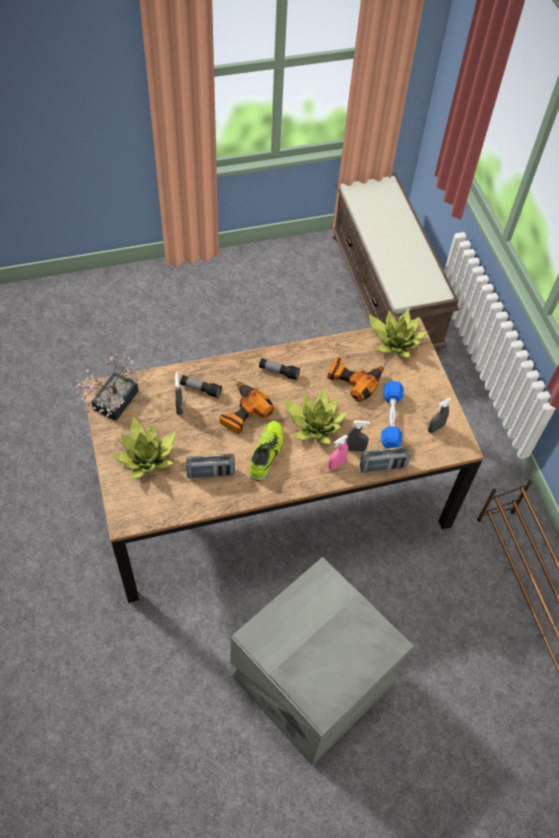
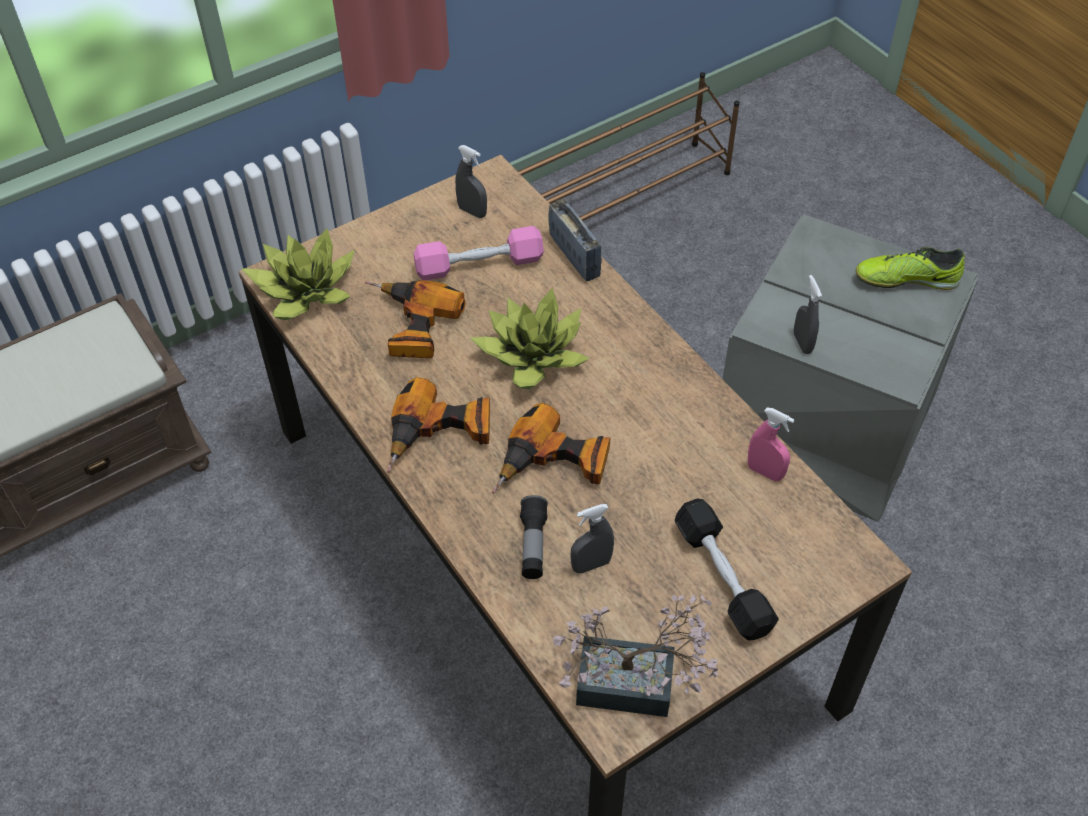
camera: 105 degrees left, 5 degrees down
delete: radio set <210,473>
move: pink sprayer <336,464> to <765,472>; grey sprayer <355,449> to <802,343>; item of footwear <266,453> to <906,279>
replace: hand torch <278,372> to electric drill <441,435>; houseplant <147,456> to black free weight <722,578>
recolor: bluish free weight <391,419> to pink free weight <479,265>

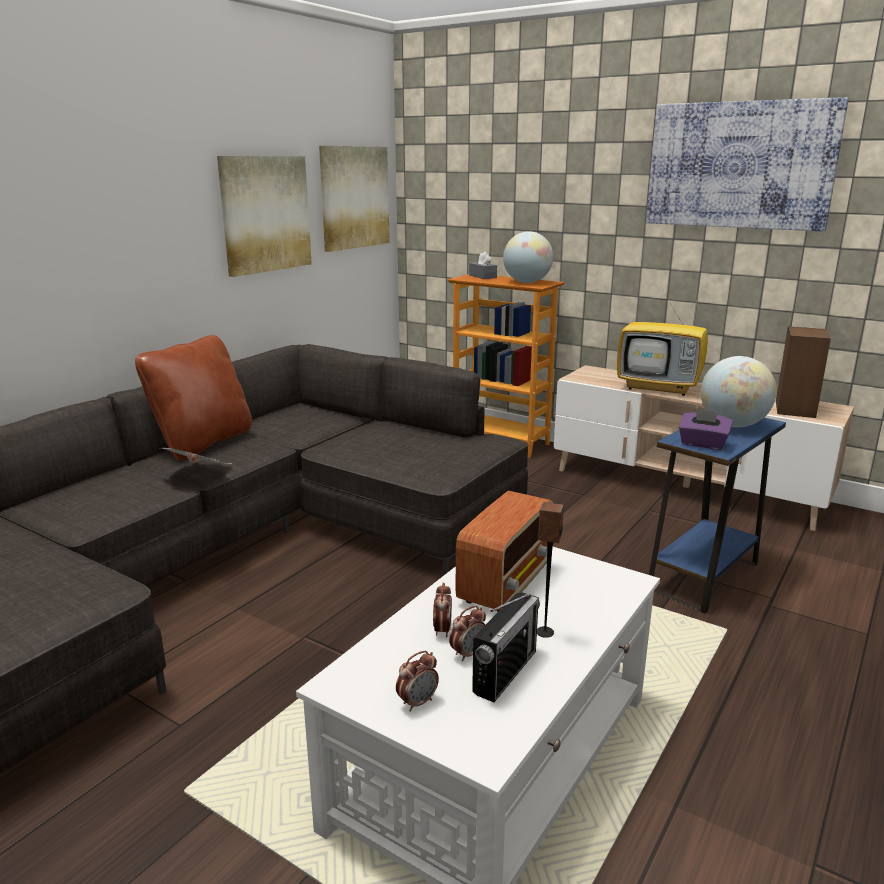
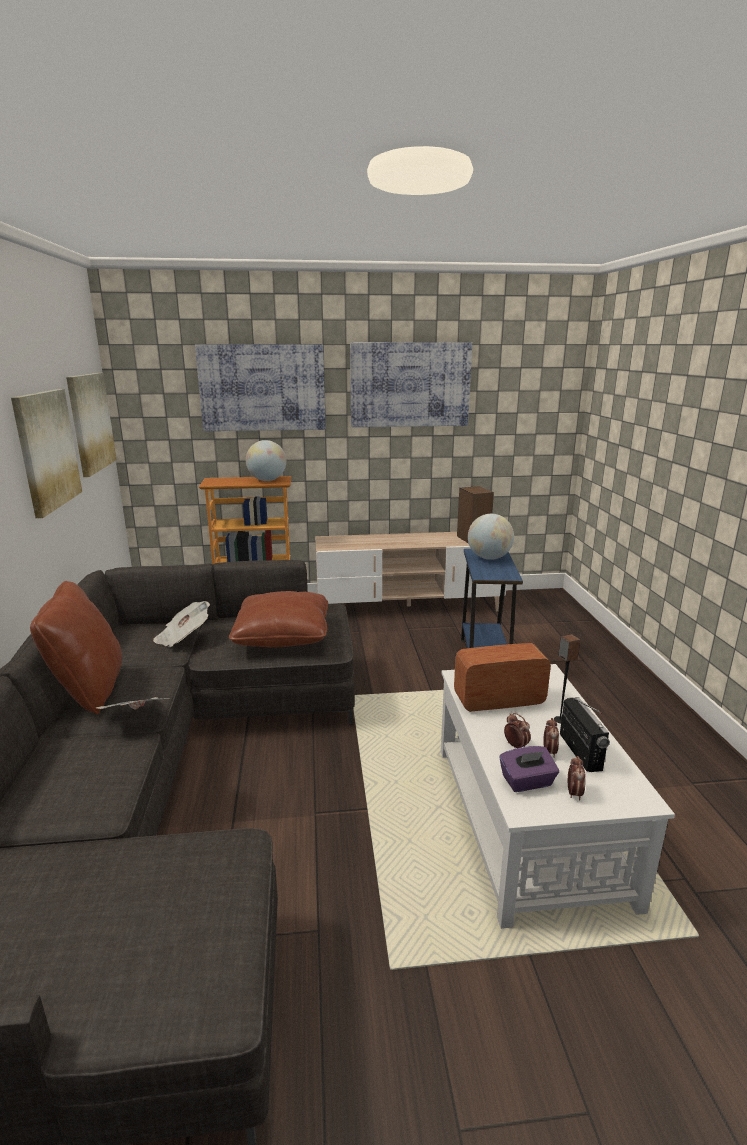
camera: 40 degrees left, 0 degrees up
delete: grey tissue holder <482,276>; television <660,388>
insert: printed paper <183,637>; picture <262,387>; brownish pillow <283,635>
move: purplish tissue holder <703,444> to <527,782>
rotate: radio set <506,583> = <497,701> 90 degrees counterclockwise

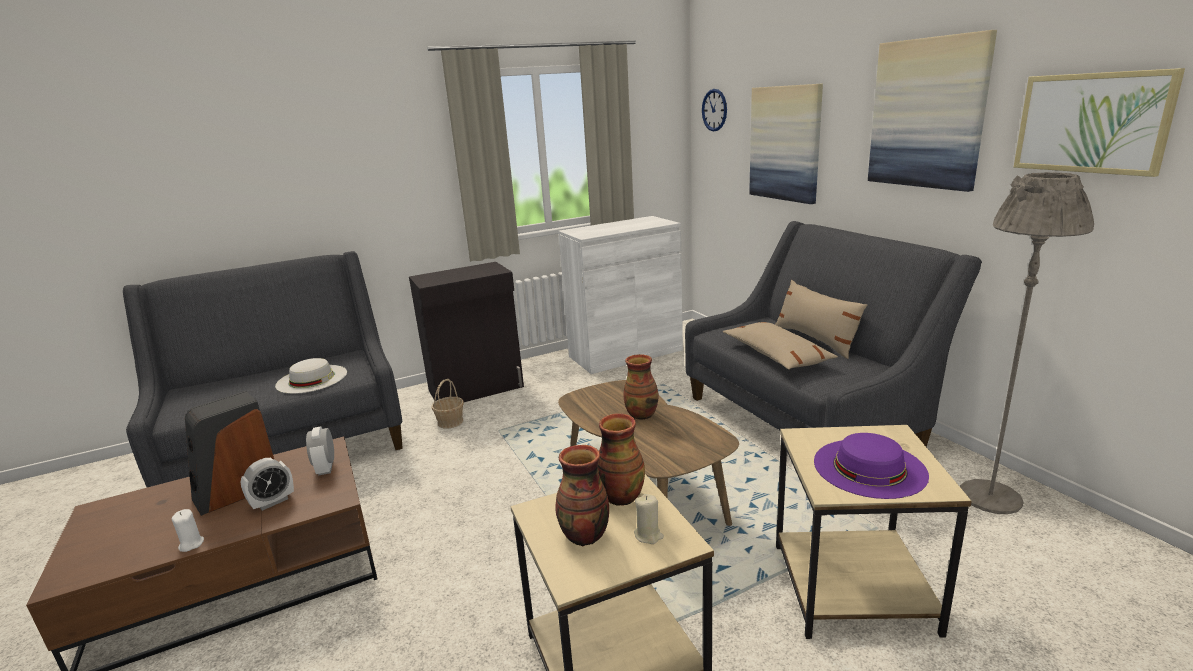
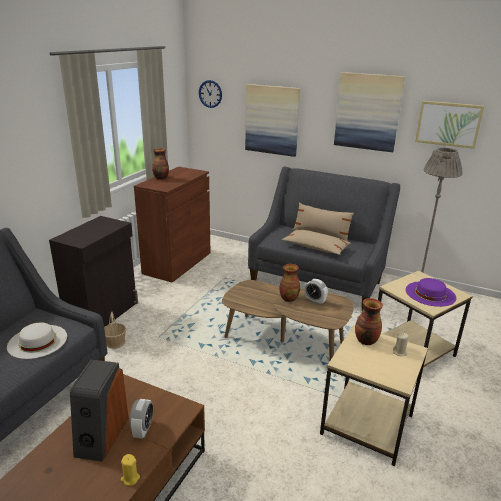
camera: 40 degrees left, 5 degrees up
move: decorative vase <584,536> to <161,178>; table clock <326,468> to <315,301>
recolor: white wax light <191,544> to yellow-coloured wax light <130,478>; white cabinet <625,353> to brownish cabinet <177,263>

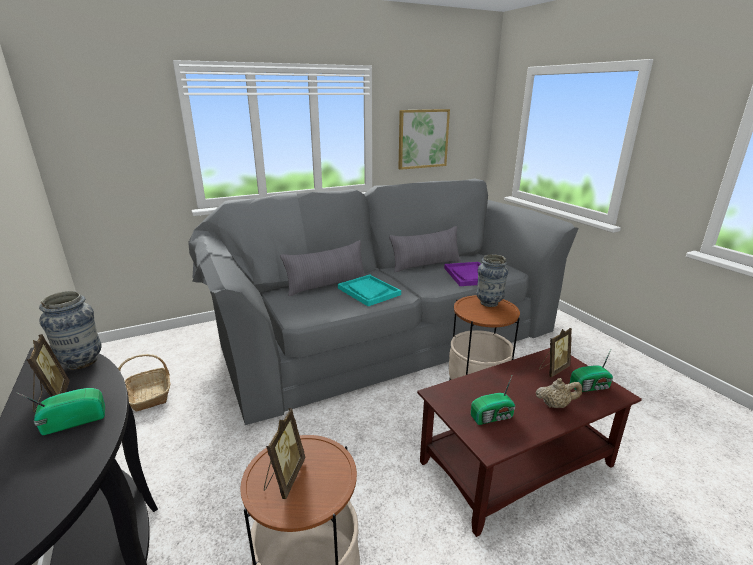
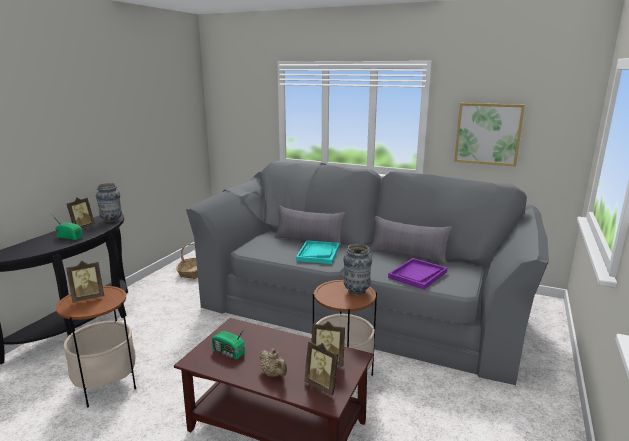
camera: 50 degrees right, 5 degrees down
replace: radio set <591,387> to standing frame <323,385>

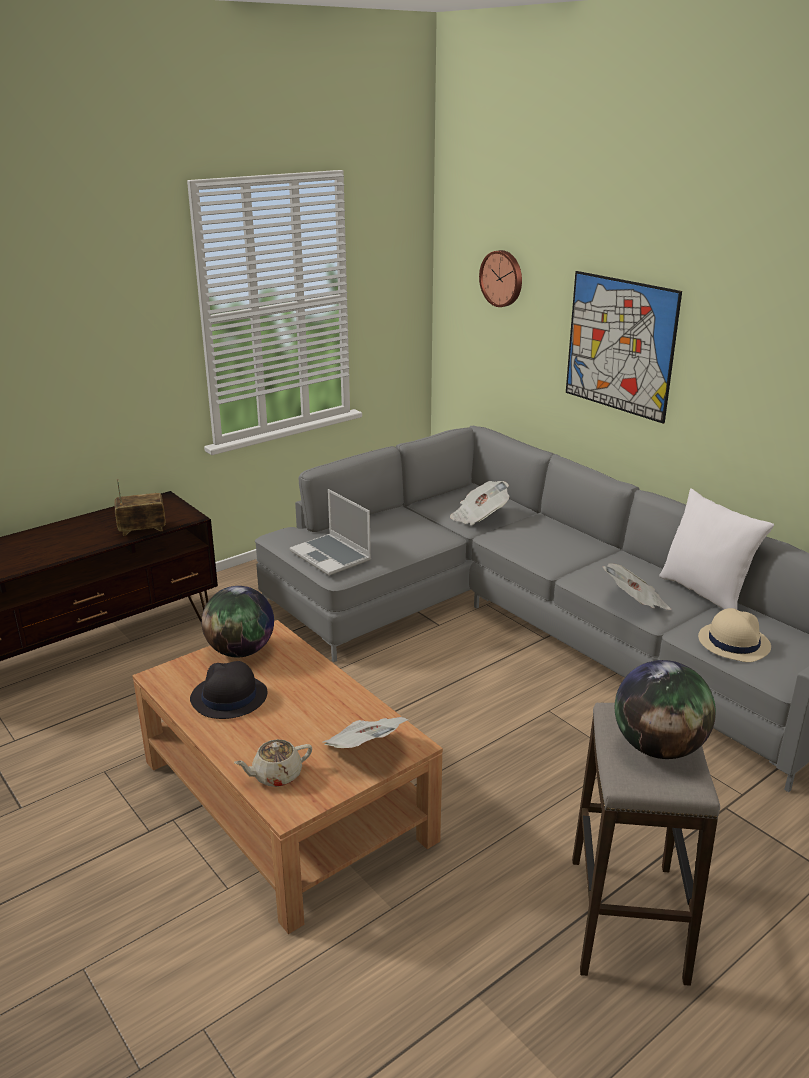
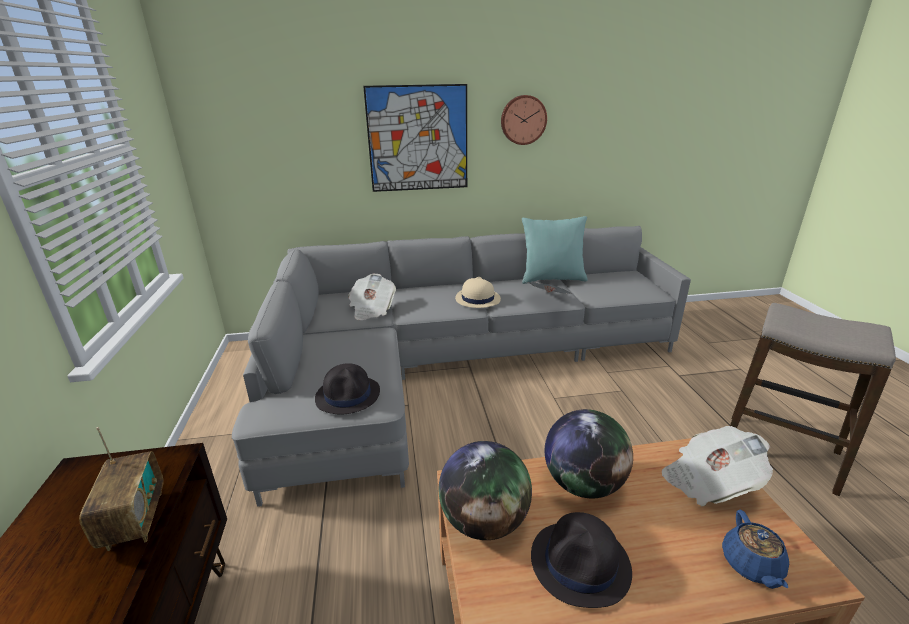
camera: 60 degrees left, 0 degrees up
move: beige-coloured clothing hat <733,642> to <477,299>; hanging clock <502,278> to <523,120>; globe <658,747> to <583,483>
replace: portable computer <332,556> to black clothing hat <348,395>
recolor: white pillow <705,593> to turquoise pillow <552,279>; beige-coloured teapot <276,775> to bluish teapot <751,565>
rotate: radio set <142,529> = <135,520> 150 degrees clockwise

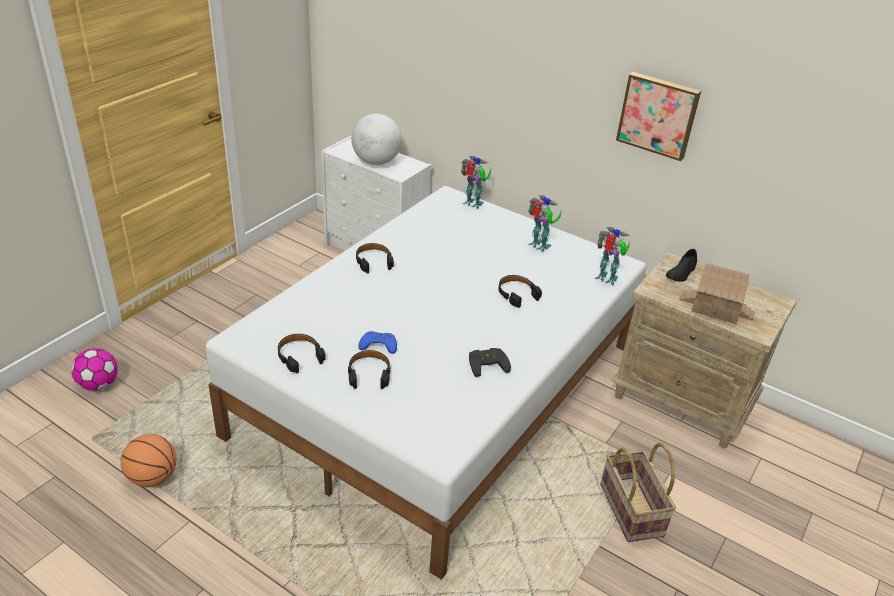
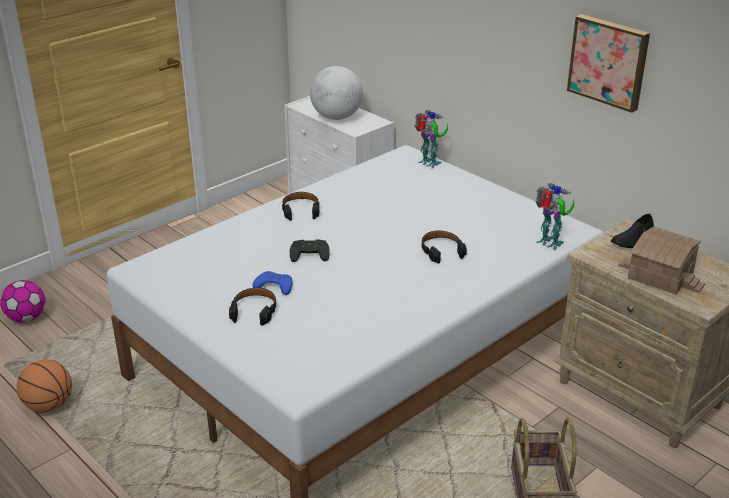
camera: 15 degrees right, 5 degrees down
delete: black headphones <299,356>; robot figure <539,247>
move: black joypad <487,363> to <310,252>

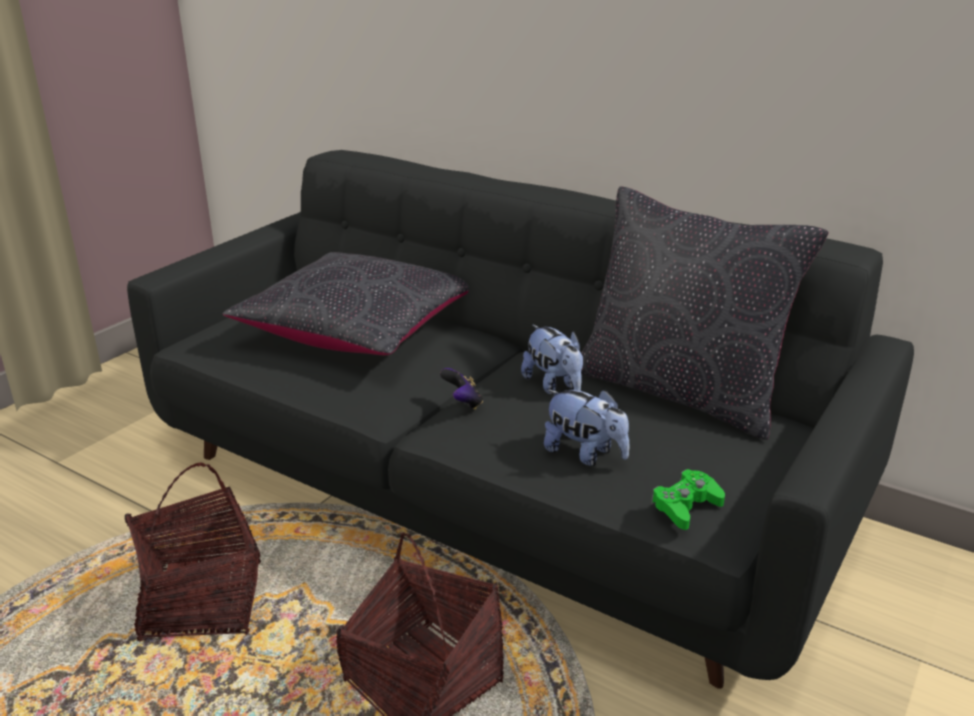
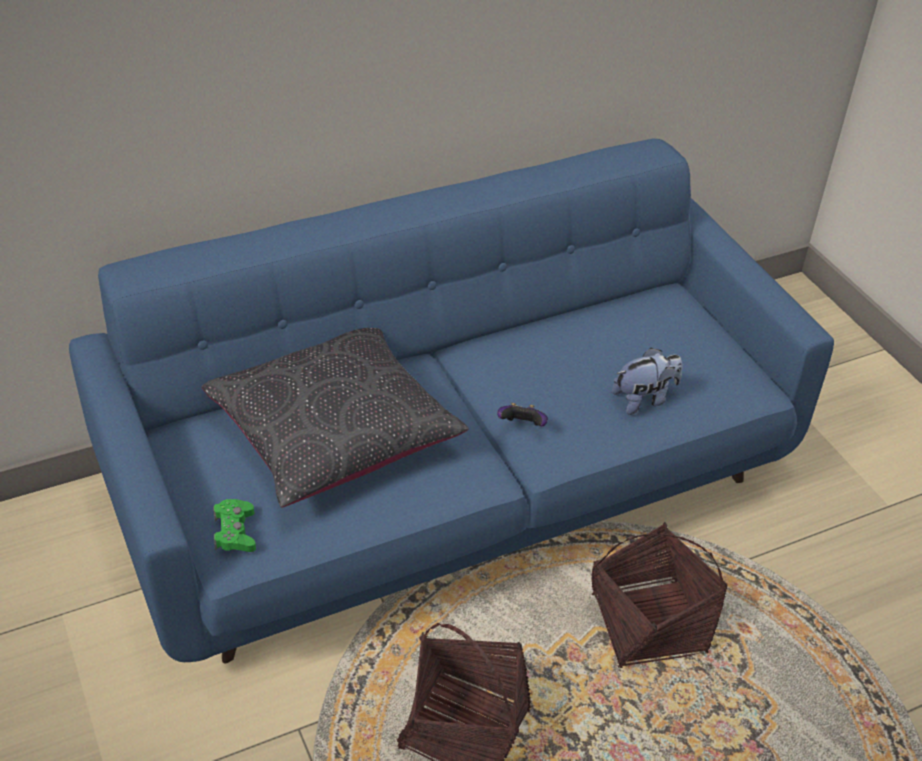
camera: 60 degrees left, 15 degrees up
delete: plush toy <554,386>; black pillow <679,391>
move: green-coloured joypad <686,506> to <235,532>
recolor: black couch <489,490> to bluish couch <456,484>

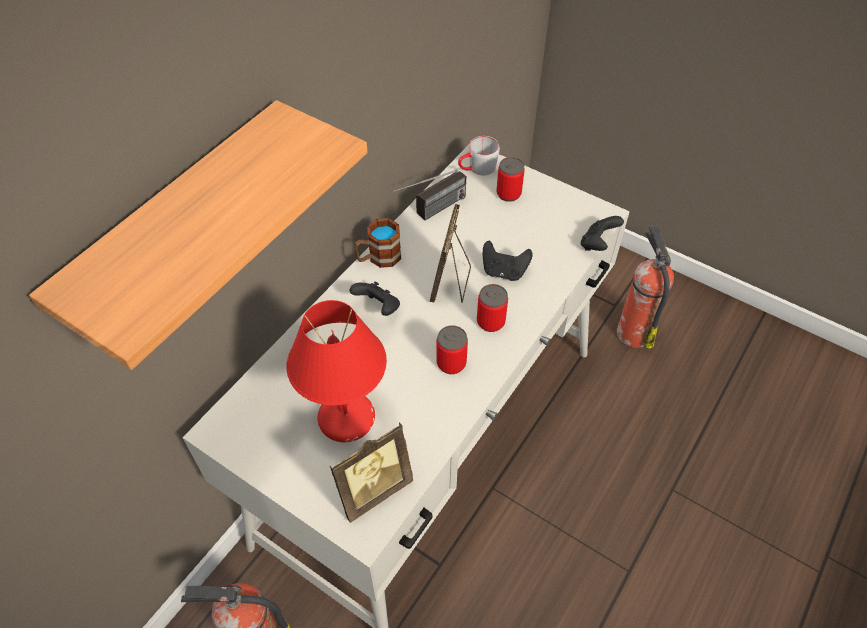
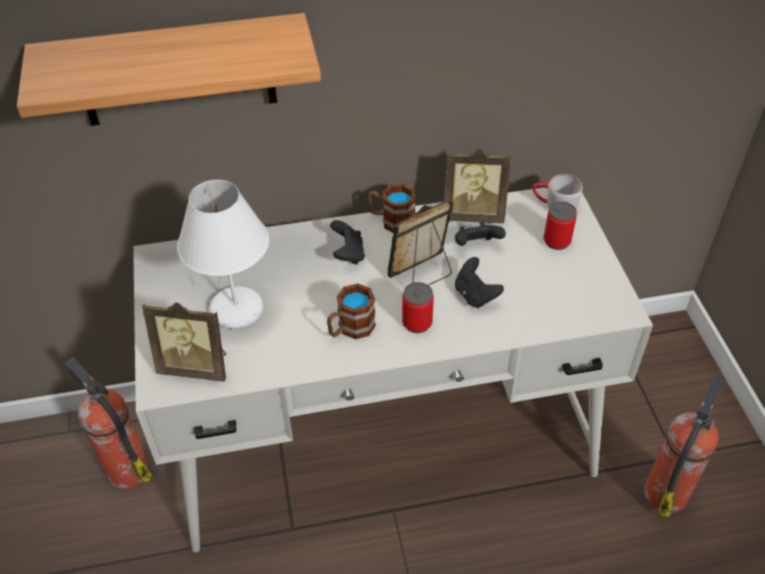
camera: 45 degrees right, 5 degrees down
move: black joypad <597,244> to <476,246>
replace: metal can <451,363> to tea mug <350,329>; radio set <431,212> to standing frame <473,214>
recolor: red tabletop lamp <347,419> to white tabletop lamp <236,311>

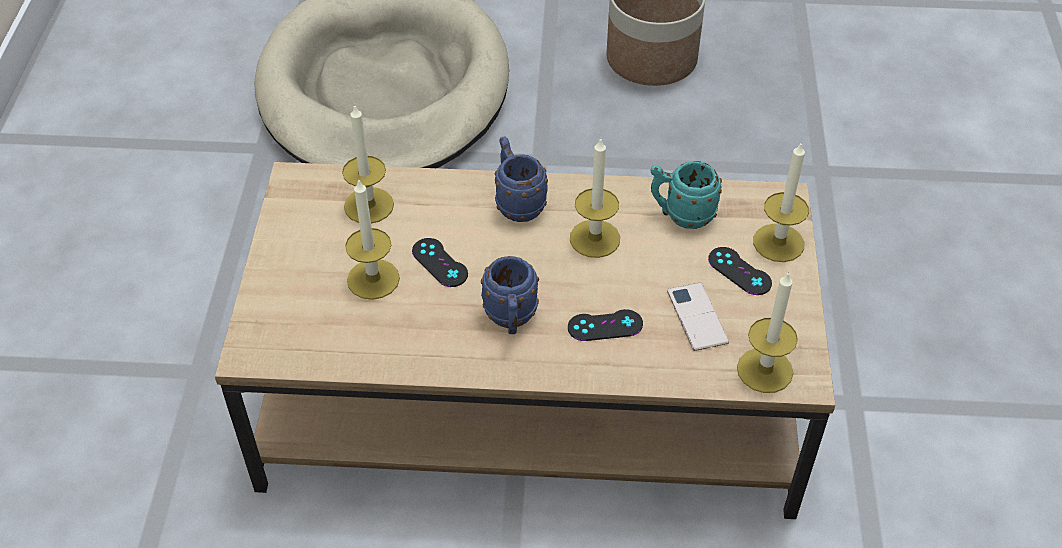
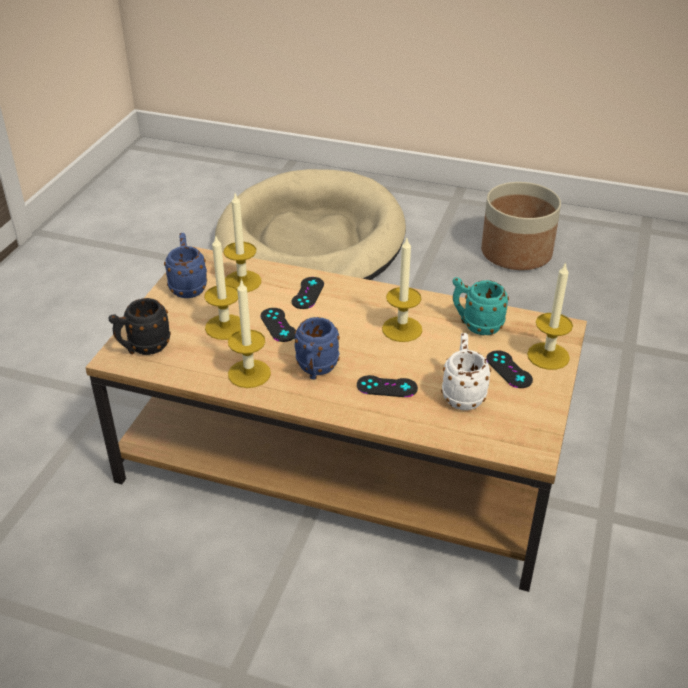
camera: 15 degrees right, 10 degrees down
insert: black tea mug <143,348>; black joypad <308,293>
move: bluish tea mug <517,203> to <188,286>; wax light <764,370> to <249,373>
replace: phone <697,317> to white tea mug <462,394>

